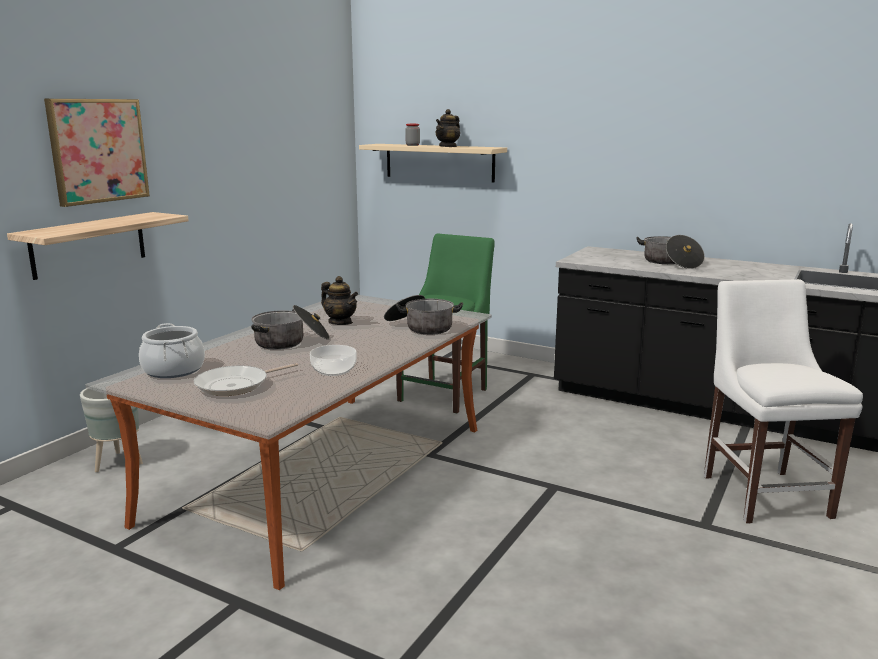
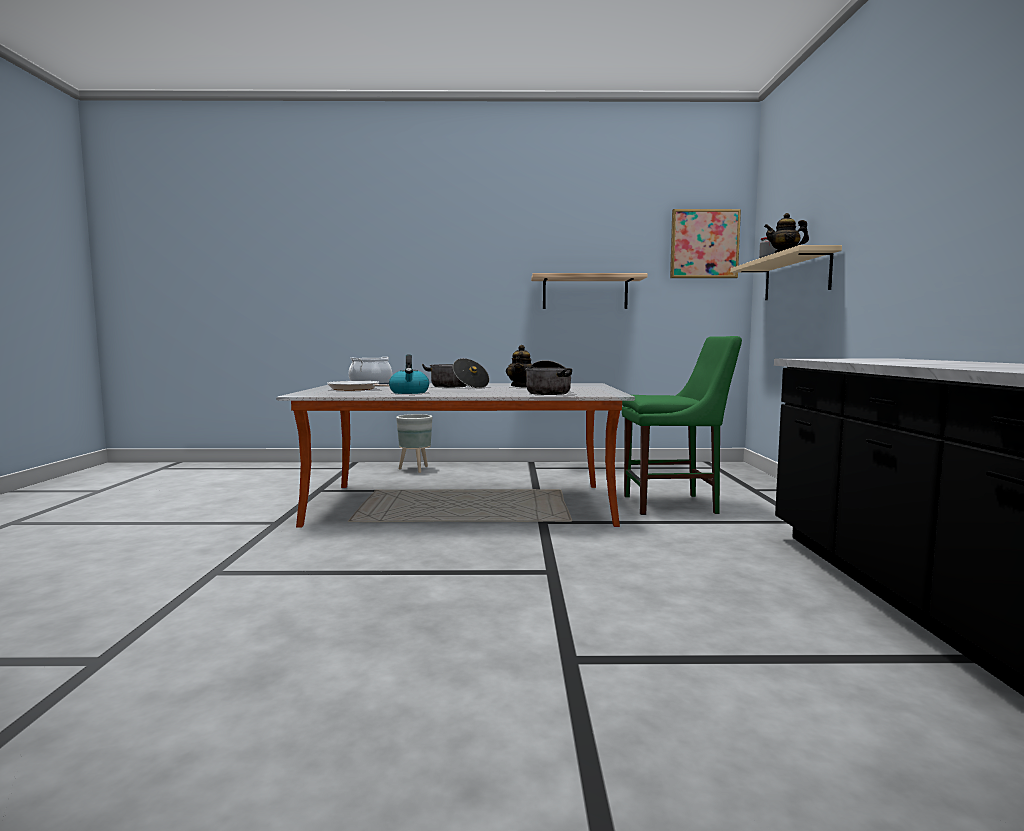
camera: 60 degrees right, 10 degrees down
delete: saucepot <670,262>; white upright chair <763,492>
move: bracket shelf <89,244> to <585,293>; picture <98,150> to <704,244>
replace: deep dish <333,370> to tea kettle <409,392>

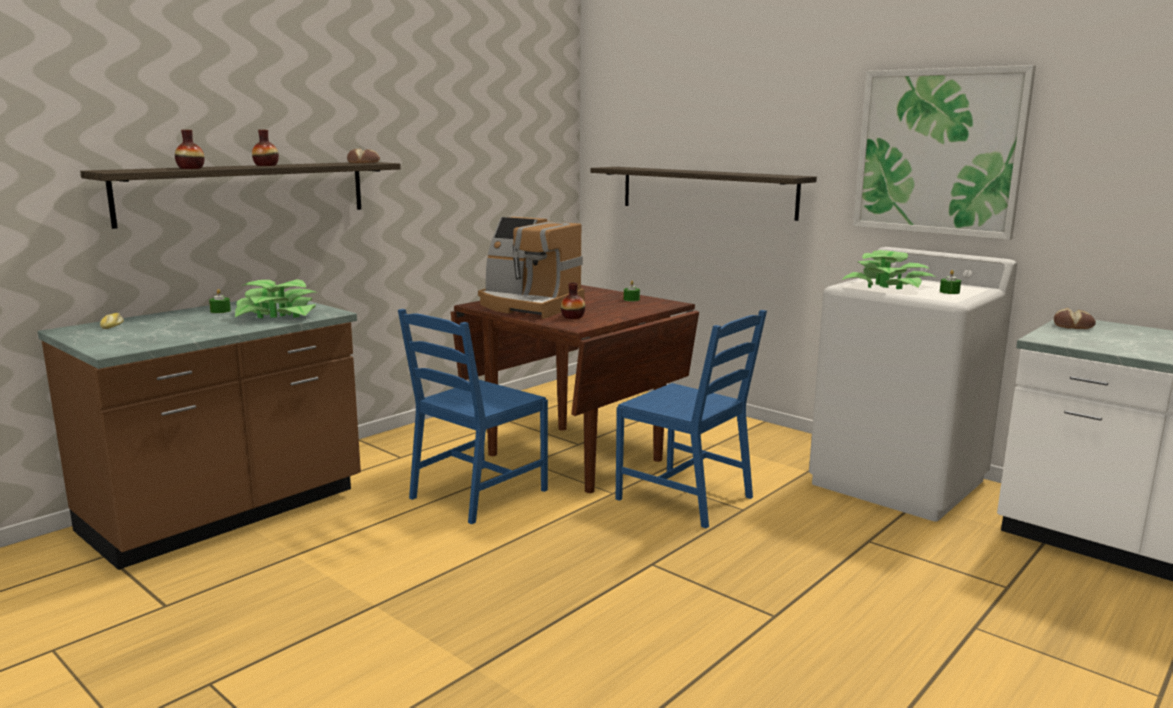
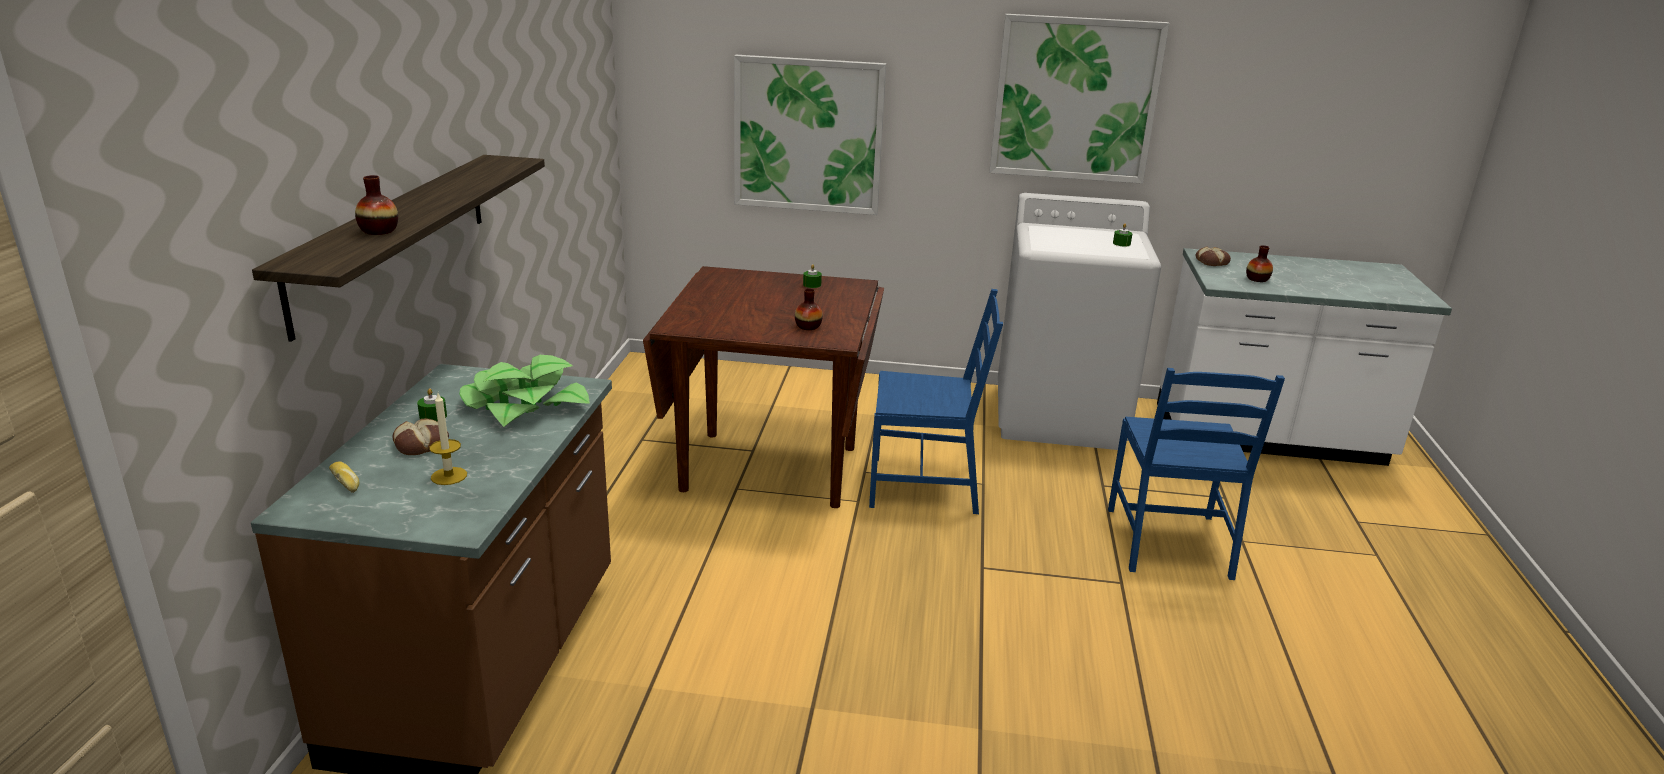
camera: 35 degrees left, 10 degrees up
delete: coffee machine <529,306>; houseplant <888,286>
insert: wax light <449,476>
move: bread <364,162> to <421,443>; bluish upright chair <477,494> to <1170,543>; decorative vase <266,165> to <1257,279>
replace: bracket shelf <706,192> to picture <808,135>

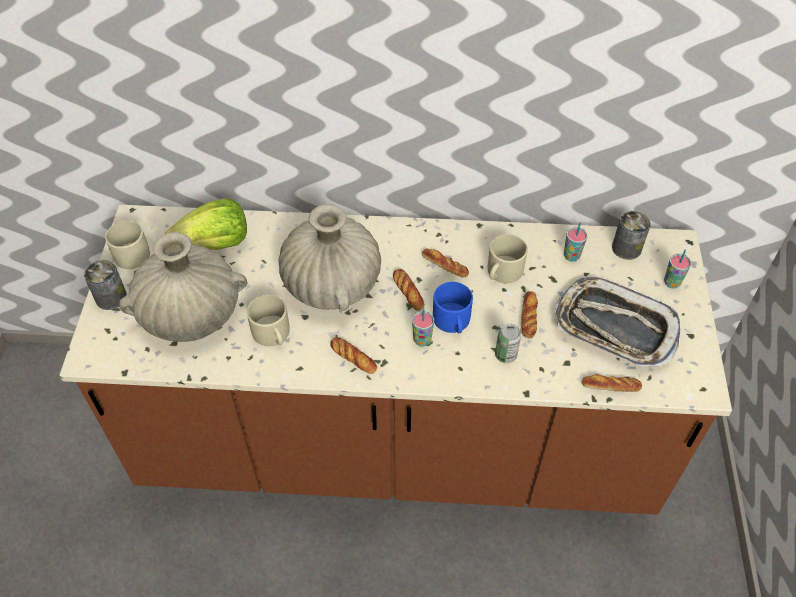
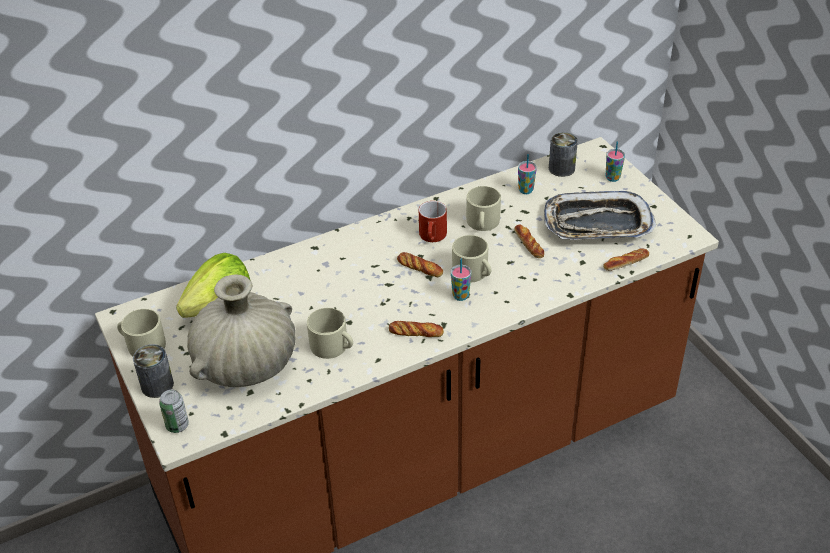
camera: 30 degrees left, 10 degrees down
delete: beige-coloured decorative vase <332,284>
move: metal can <505,355> to <177,425>
replace: bread <445,265> to red tea mug <433,237>
recolor: bluish tea mug <452,321> to beige-coloured tea mug <473,272>

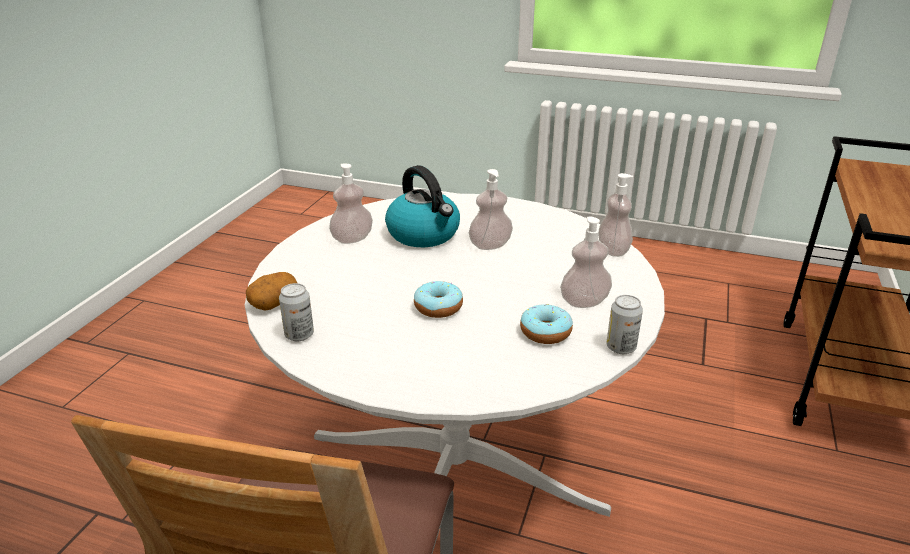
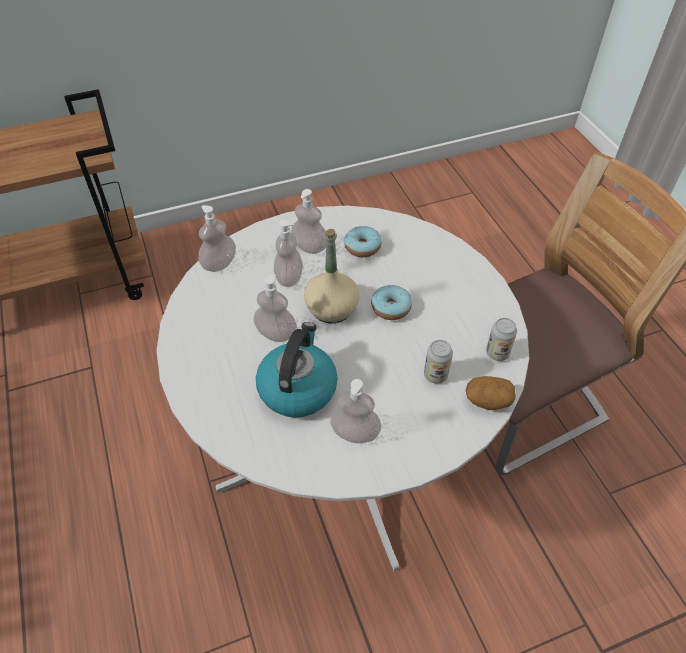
camera: 130 degrees left, 20 degrees up
insert: soap bottle <289,277>; beige-coloured drink bottle <331,308>
move: metal can <621,347> to <435,375>

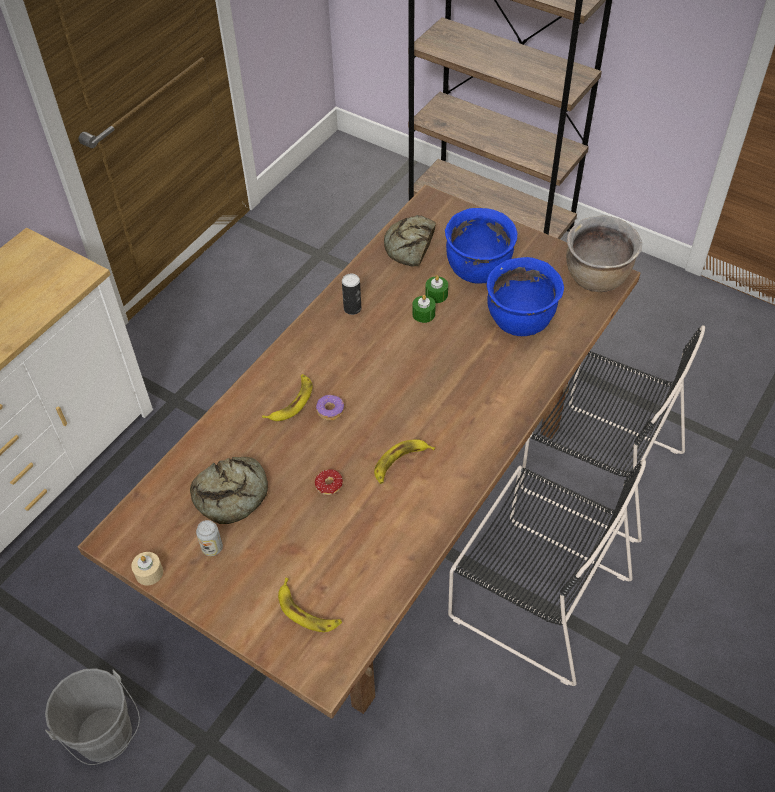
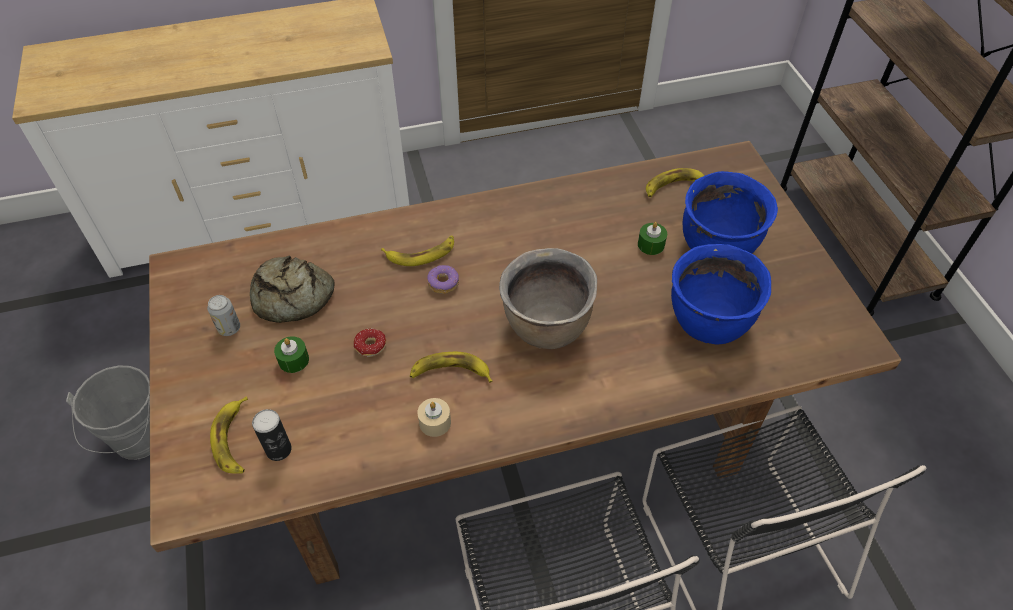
camera: 40 degrees right, 0 degrees up
move: metal can <352,308> to <278,450>; green-coloured wax light <423,314> to <293,360>; beige-coloured wax light <149,573> to <435,422>; brownish saucepot <596,279> to <546,327>
replace: bread <410,246> to whole banana <673,186>

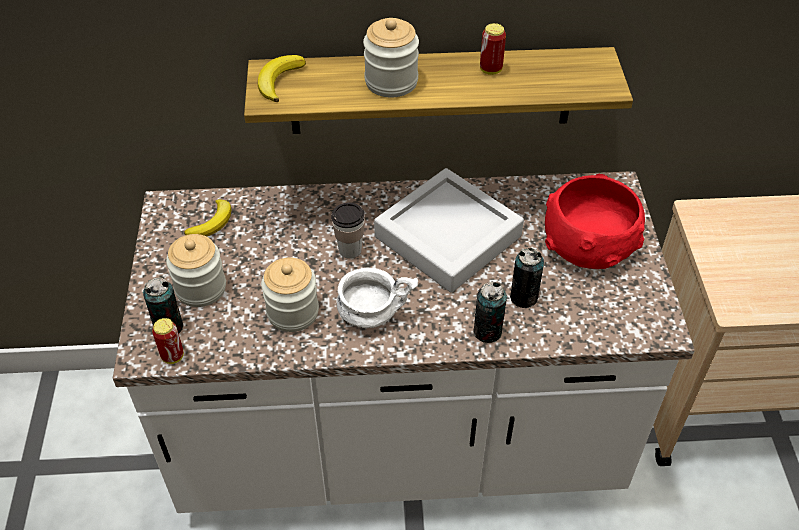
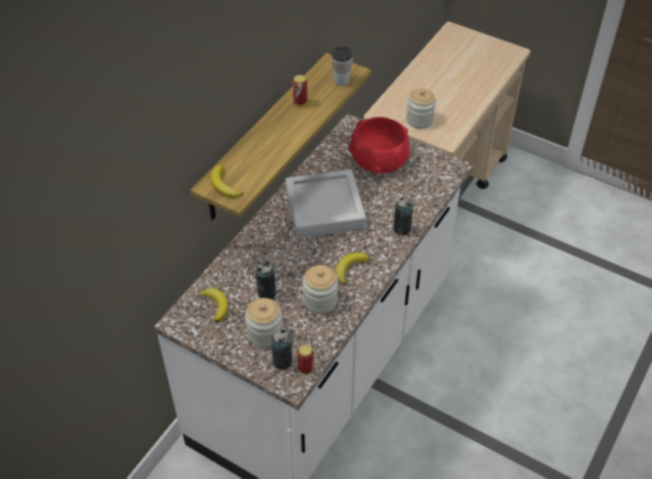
camera: 55 degrees left, 0 degrees up
move: metal can <523,297> to <266,293>; cup <350,250> to <341,81>; storage jar <391,82> to <419,120>
replace: white deep dish <370,313> to whole banana <349,268>

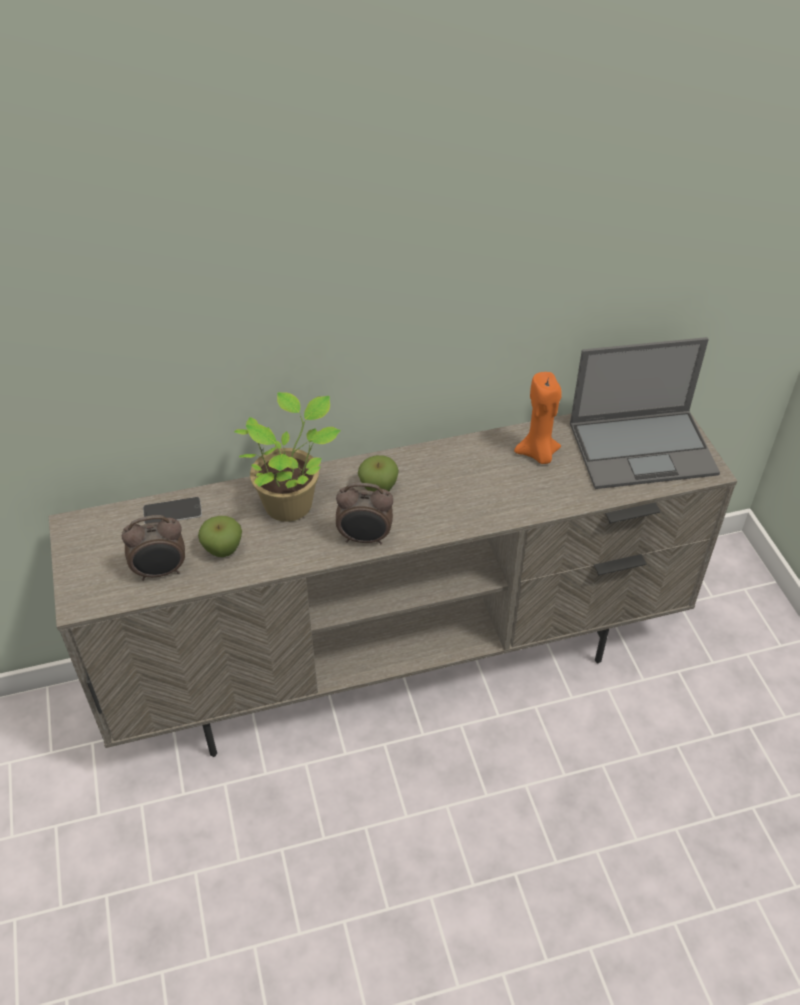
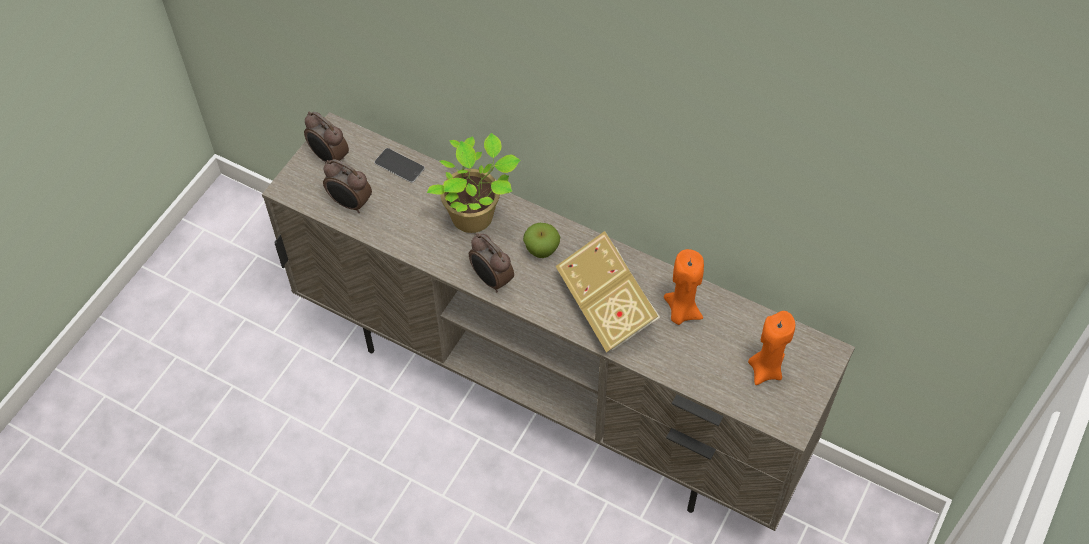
camera: 45 degrees right, 10 degrees up
delete: apple <223,550>
insert: table clock <329,158>; volume <608,307>
replace: portable computer <644,448> to orange wax light <766,369>

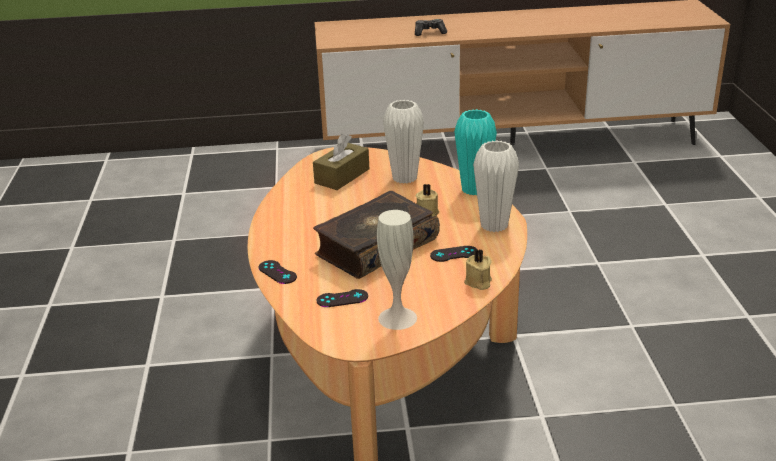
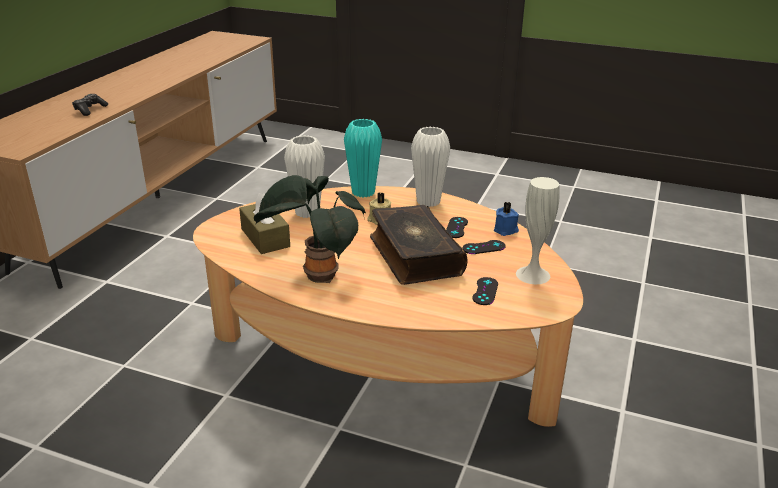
camera: 65 degrees left, 0 degrees up
insert: houseplant <316,276>
move: black joypad <277,272> to <484,247>
recolor: beige-coloured wax light <478,282> to bluish wax light <506,230>

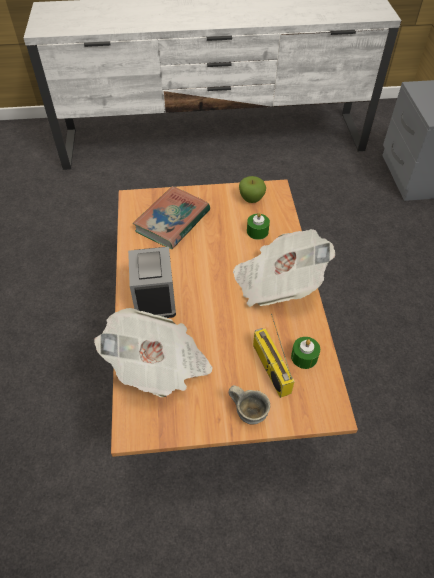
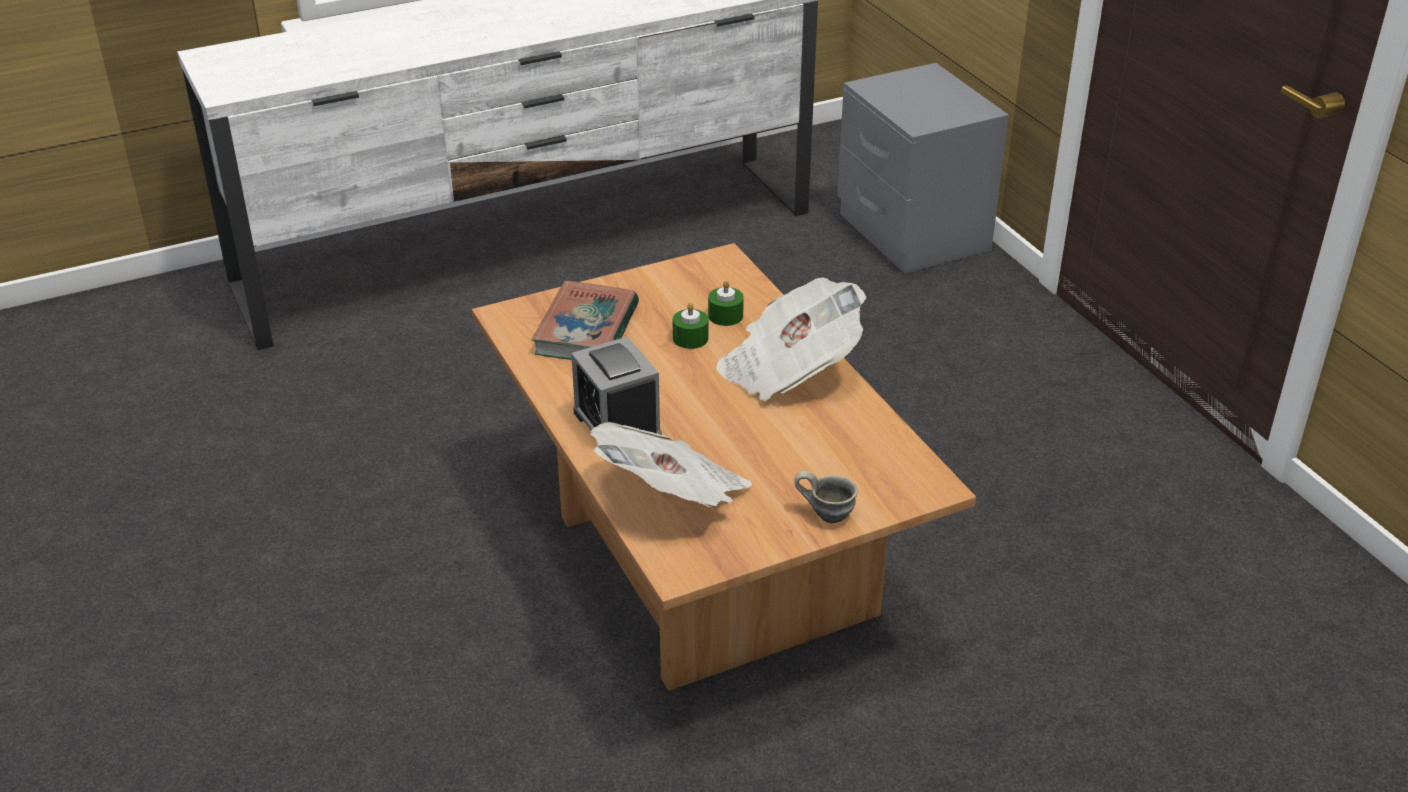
camera: 20 degrees left, 15 degrees down
delete: apple <251,199>; radio set <270,367>
move: green-coloured wax light <304,357> to <690,338>

